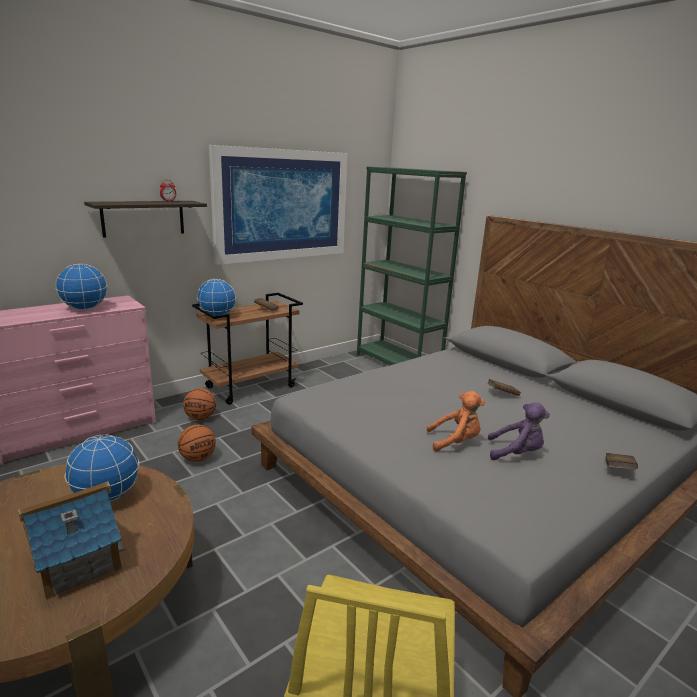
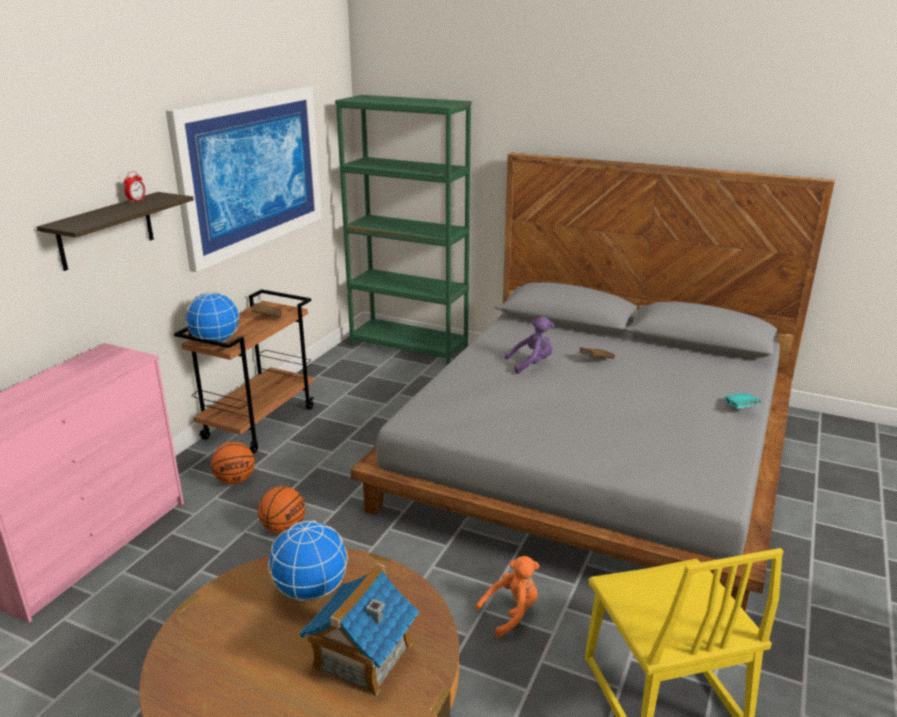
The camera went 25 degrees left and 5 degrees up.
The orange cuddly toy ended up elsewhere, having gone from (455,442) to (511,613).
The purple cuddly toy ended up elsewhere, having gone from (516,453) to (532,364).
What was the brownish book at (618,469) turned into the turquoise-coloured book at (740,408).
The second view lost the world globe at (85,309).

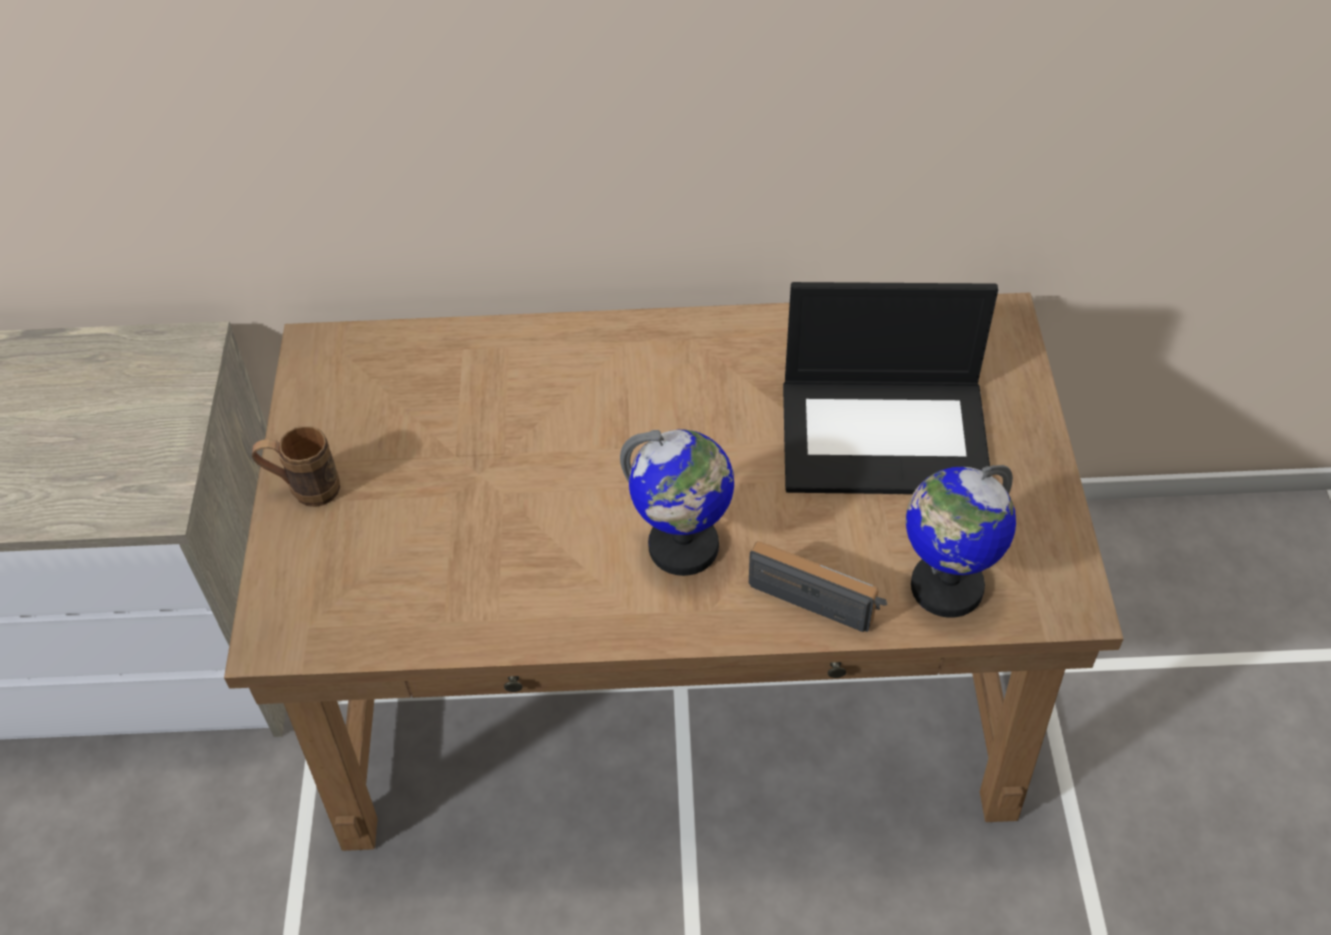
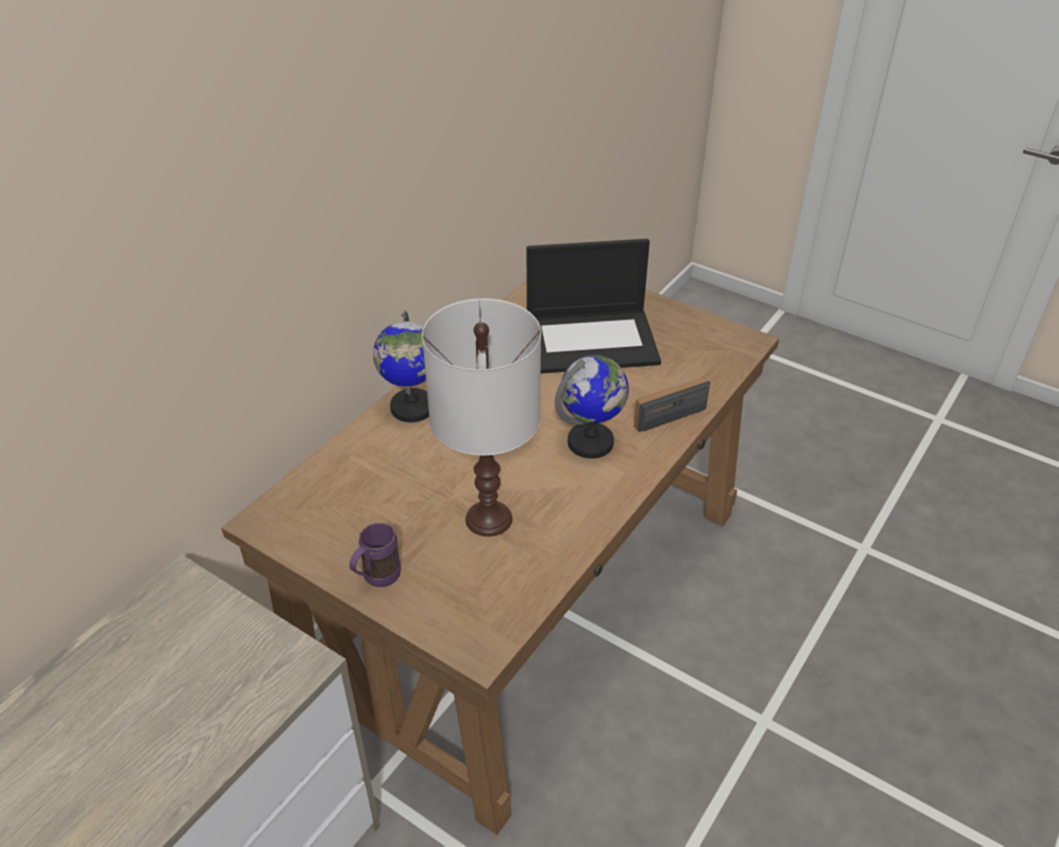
The camera went 55 degrees left and 10 degrees down.
What was the brownish tea mug at (304,489) turned into the purple tea mug at (376,580).
The world globe ended up elsewhere, having gone from (945,586) to (412,408).
The second view gained the whitish table lamp at (488,519).
The laptop at (886,434) ended up facing another way, 45 degrees clockwise from before.

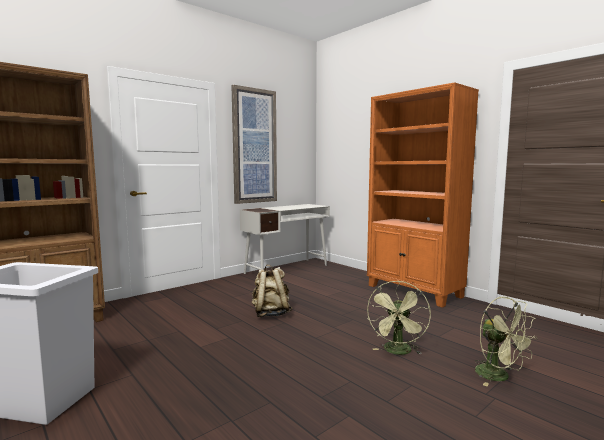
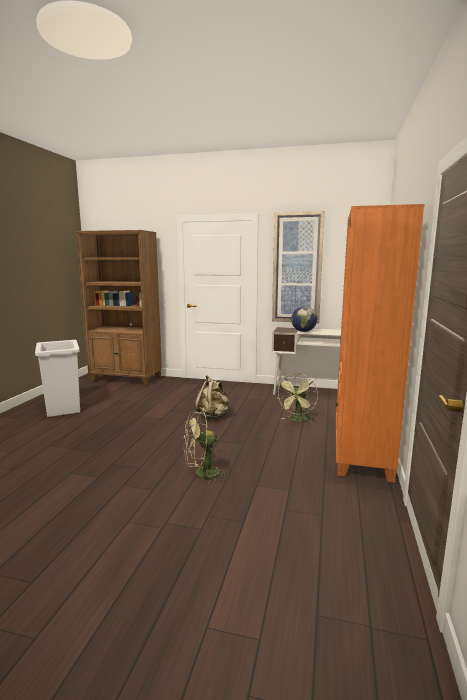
The camera went 55 degrees right and 5 degrees up.
The green-coloured fan ended up elsewhere, having gone from (499,377) to (297,420).
The second view gained the world globe at (303,331).

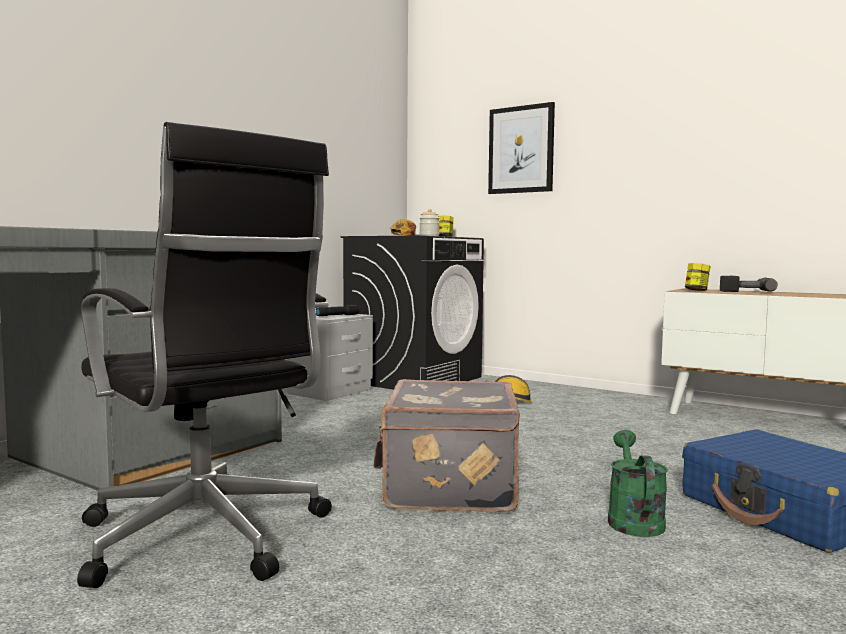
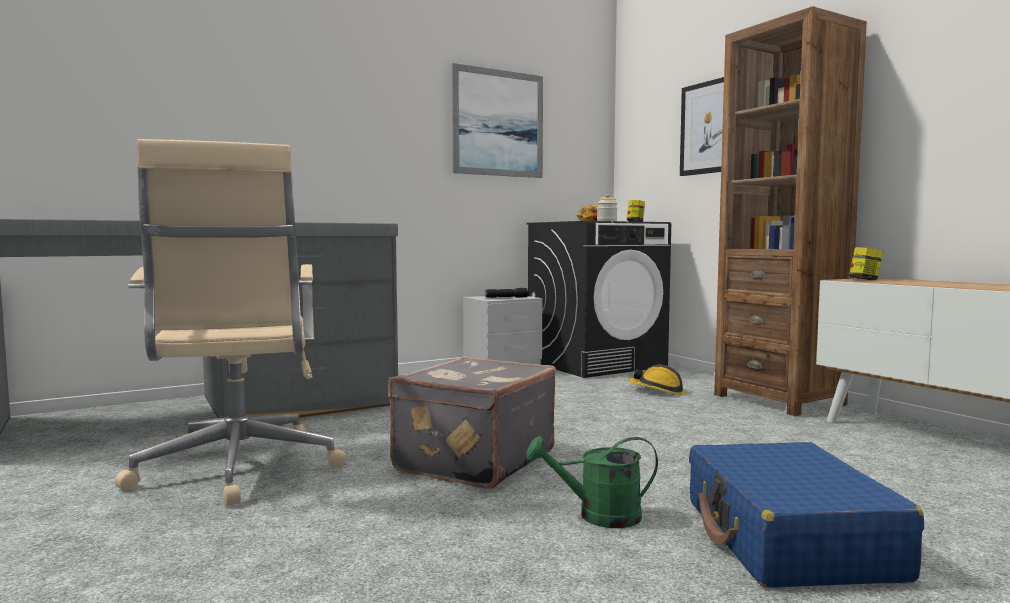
The camera went 25 degrees right and 0 degrees up.
What was the black office chair at (206,538) turned into the beige-coloured office chair at (237,470).
The second view gained the wall art at (498,123).
The green-coloured watering pot at (633,519) ended up facing another way, 120 degrees counterclockwise from before.
The second view gained the brownish bookcase at (779,400).
The second view lost the power drill at (745,291).

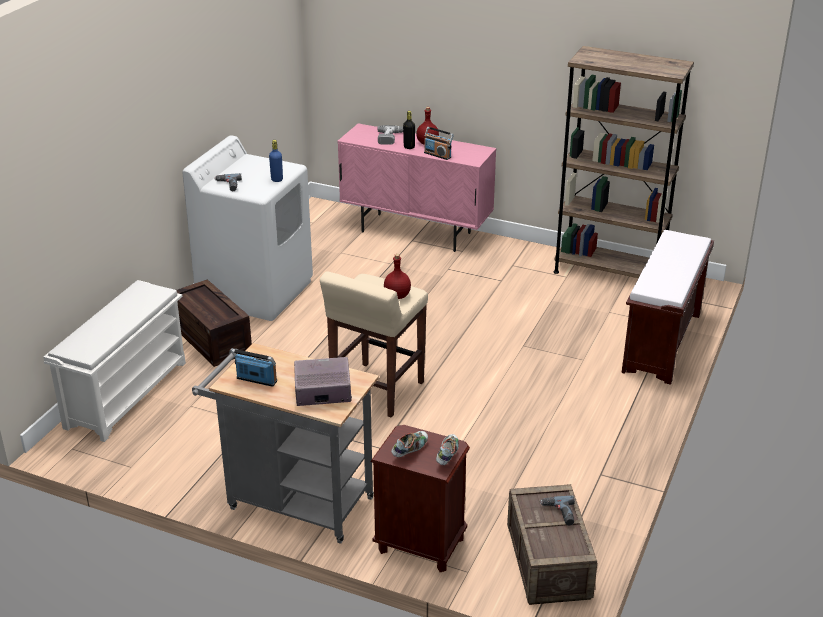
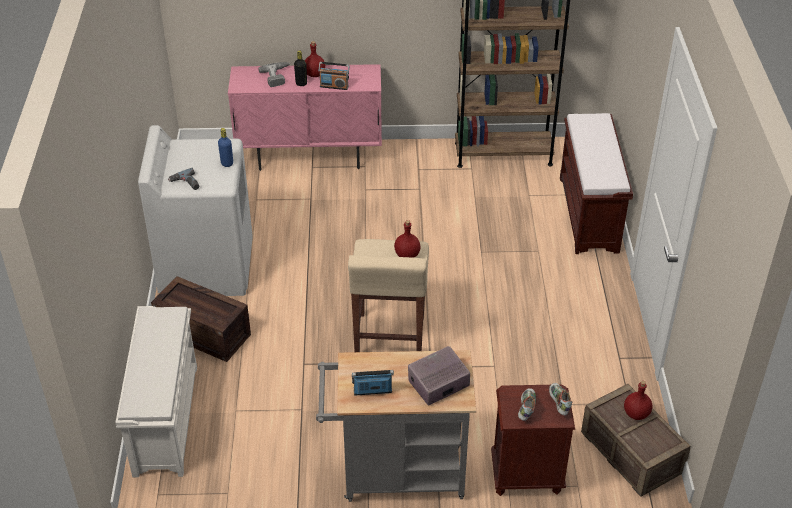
The camera went 25 degrees left and 10 degrees up.
Where the power drill stood at (559,513), the red-coloured bottle came to stand at (636,414).

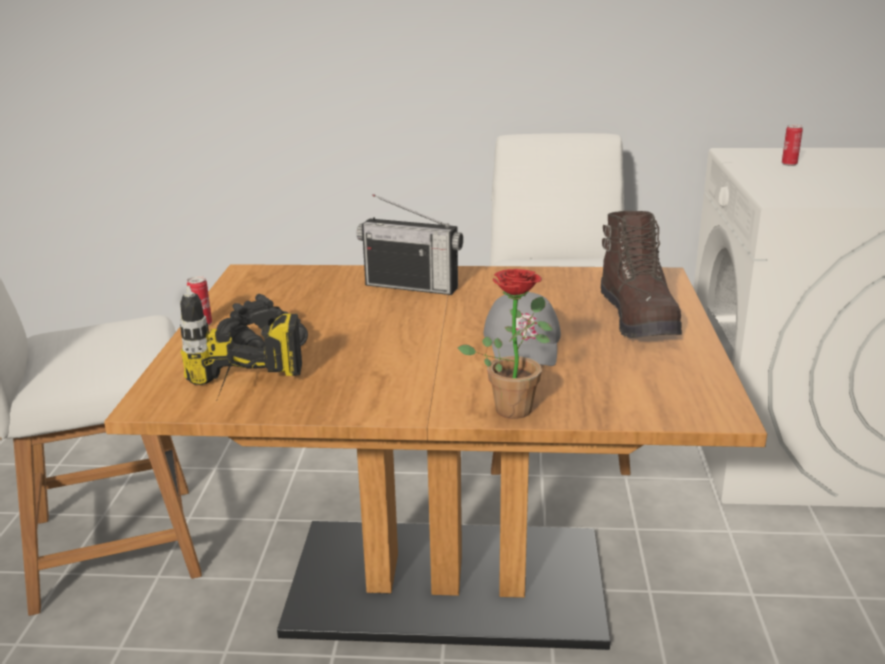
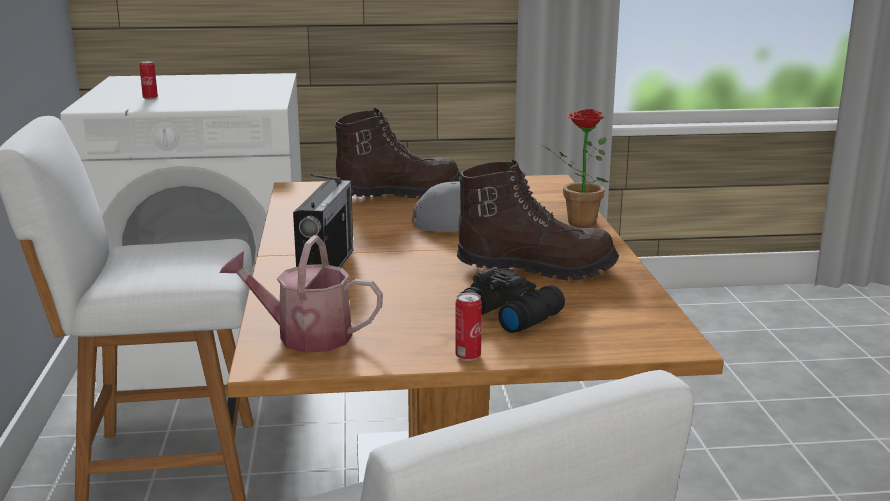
The camera went 100 degrees left and 5 degrees down.
The second view gained the watering pot at (304,336).
The second view gained the brownish high-top boot at (536,268).
The second view lost the power drill at (238,398).

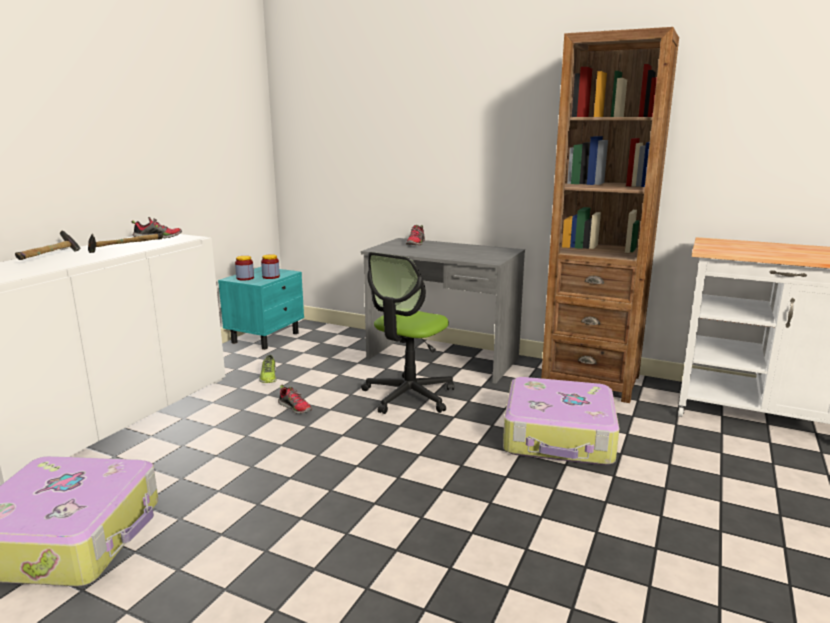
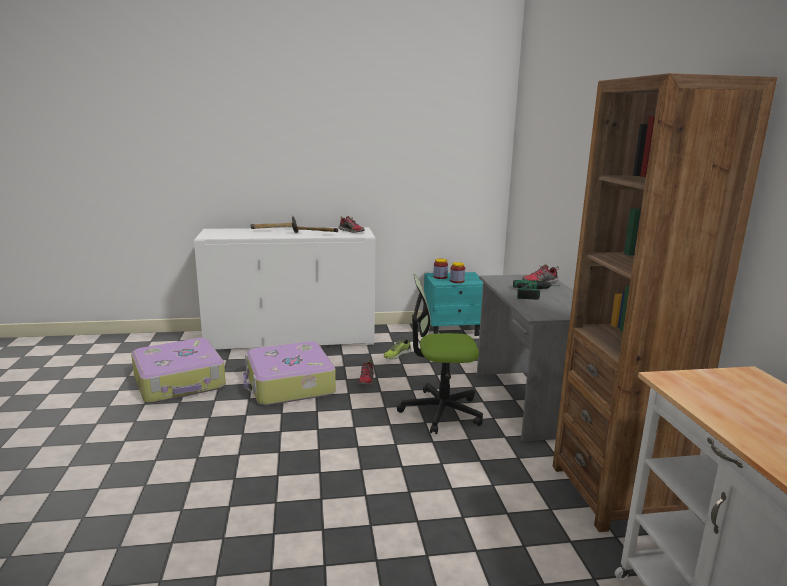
The camera went 55 degrees right and 0 degrees up.
The piece of luggage ended up elsewhere, having gone from (559,436) to (289,385).
The second view gained the power drill at (538,293).

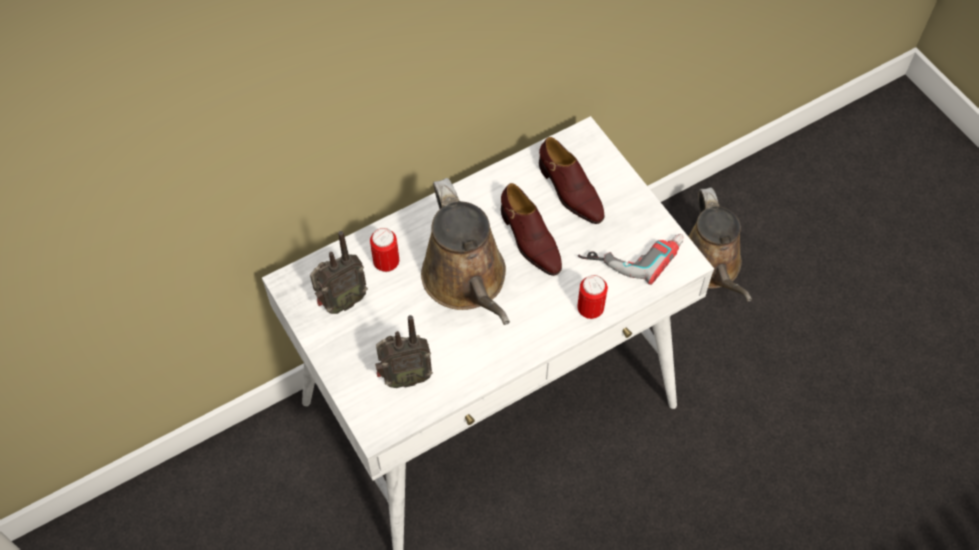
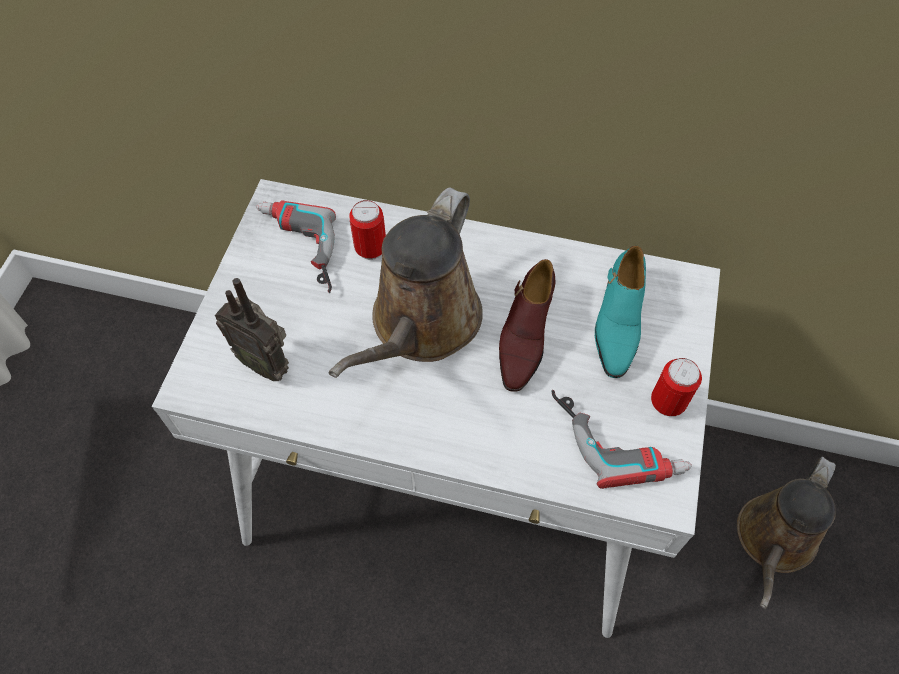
The camera went 45 degrees right and 0 degrees up.
Where the radio receiver stood at (341,302), the power drill came to stand at (295,250).
What was the brownish low shoe at (570,191) turned into the turquoise-coloured low shoe at (617,323).
The sealed can ended up elsewhere, having gone from (590,309) to (667,403).

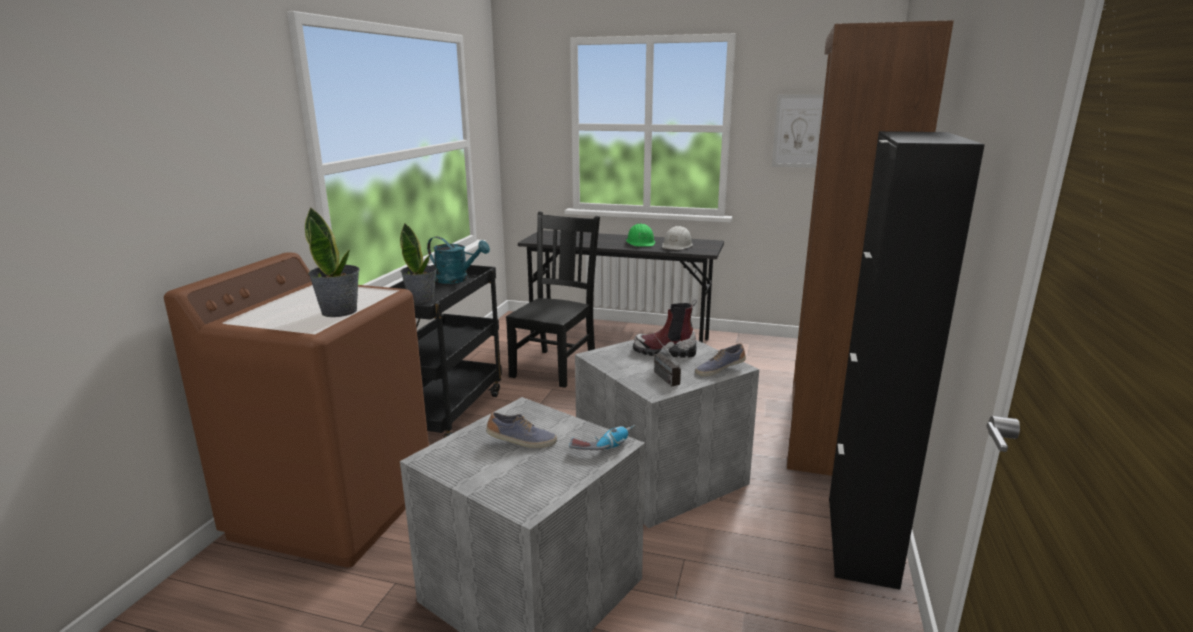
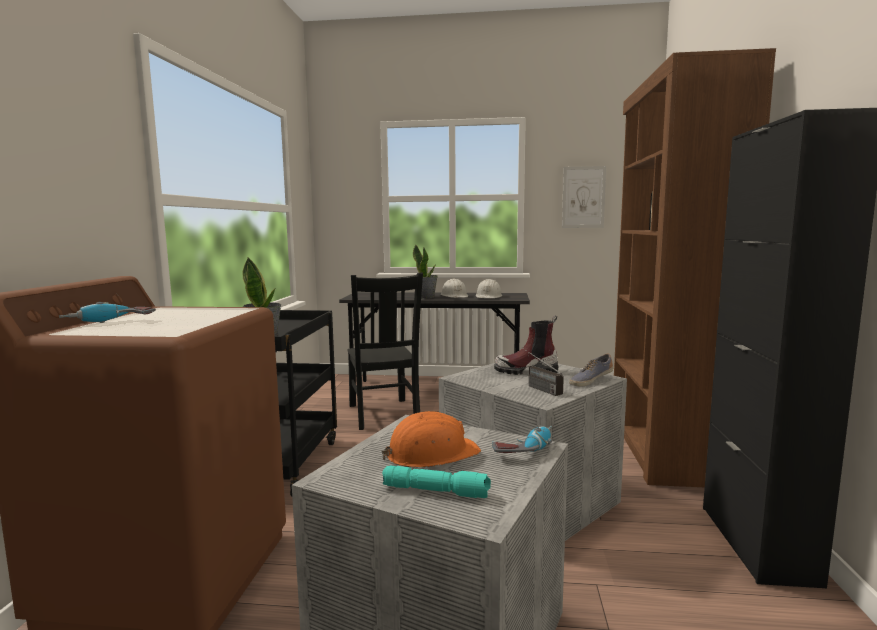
The camera went 10 degrees left and 10 degrees down.
The second view gained the power drill at (110,323).
The black upright chair at (555,366) ended up facing another way, 150 degrees clockwise from before.
Where the low shoe stood at (521,442), the orange work helmet came to stand at (431,454).
The second view gained the turquoise-coloured hand torch at (437,491).
The potted plant ended up elsewhere, having gone from (340,311) to (426,297).
What was the green-coloured work helmet at (641,243) turned into the whitish work helmet at (454,296).
The second view lost the turquoise-coloured watering pot at (457,280).

